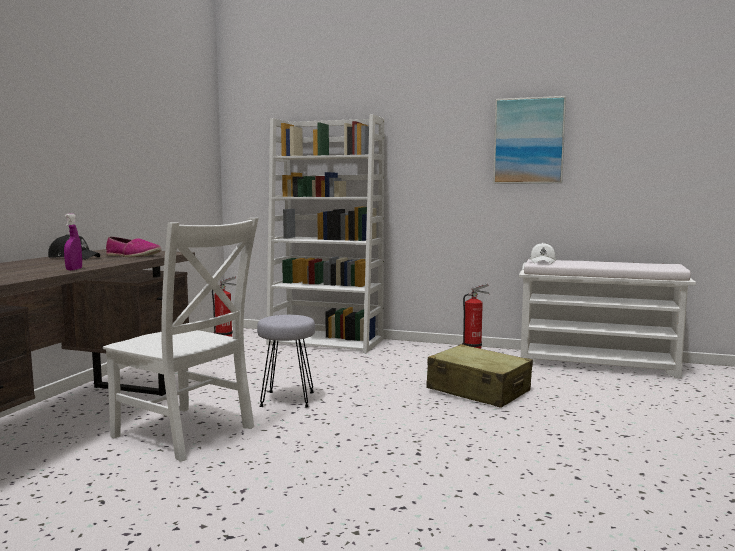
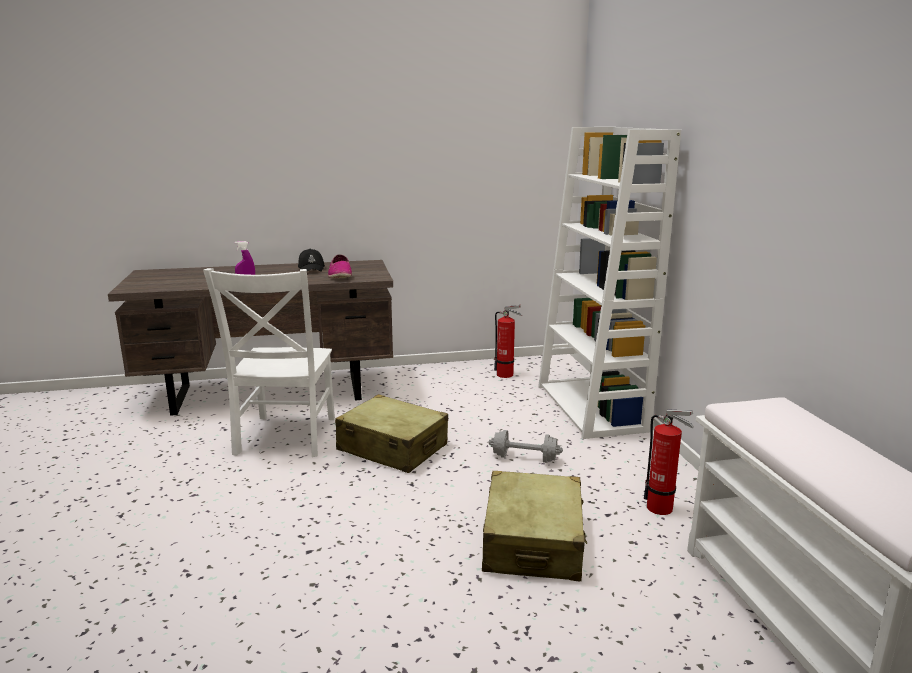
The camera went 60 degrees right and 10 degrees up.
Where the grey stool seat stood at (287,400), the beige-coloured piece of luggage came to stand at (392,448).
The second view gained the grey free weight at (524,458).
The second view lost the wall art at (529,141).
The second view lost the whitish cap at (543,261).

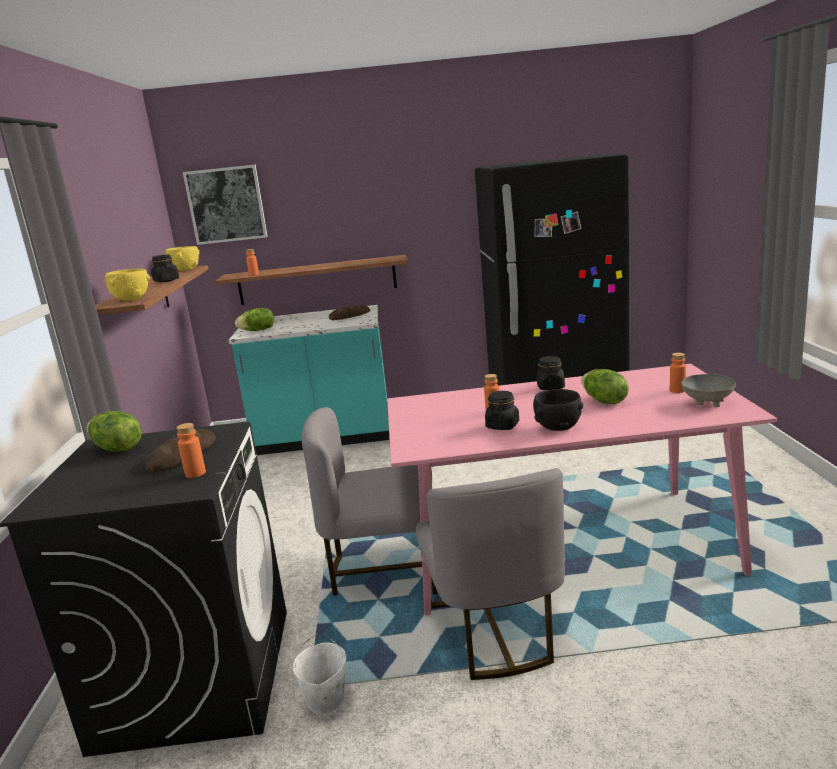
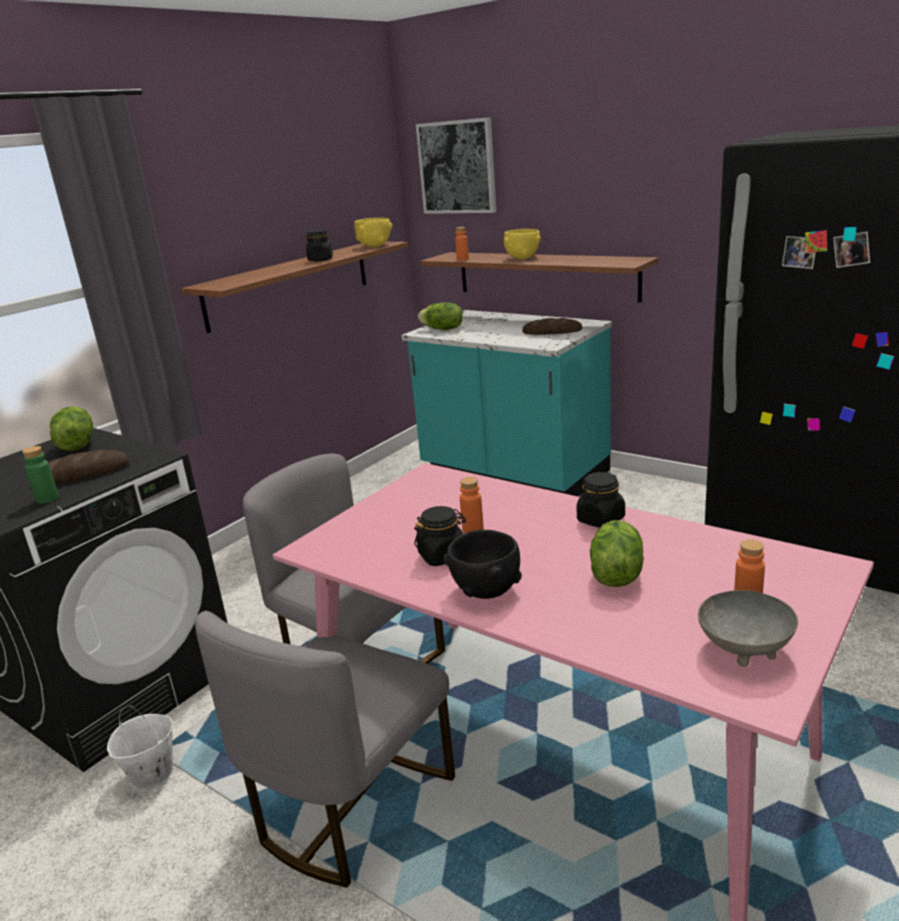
The camera went 40 degrees right and 5 degrees up.
What was the orange bottle at (195,473) turned into the green-coloured bottle at (47,499).
The yellow-coloured deep dish ended up elsewhere, having gone from (131,299) to (522,257).

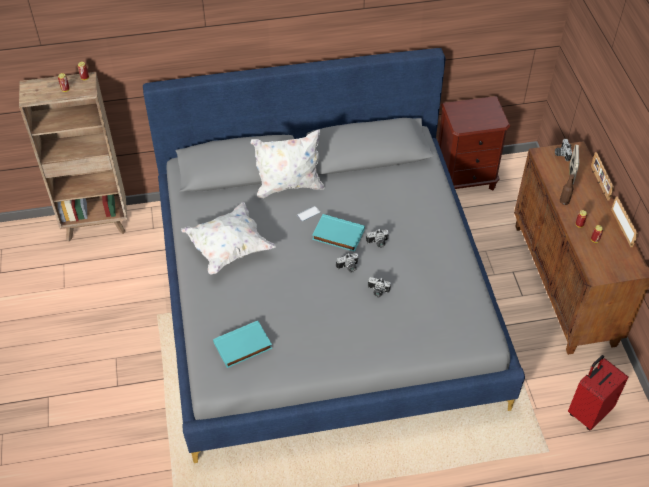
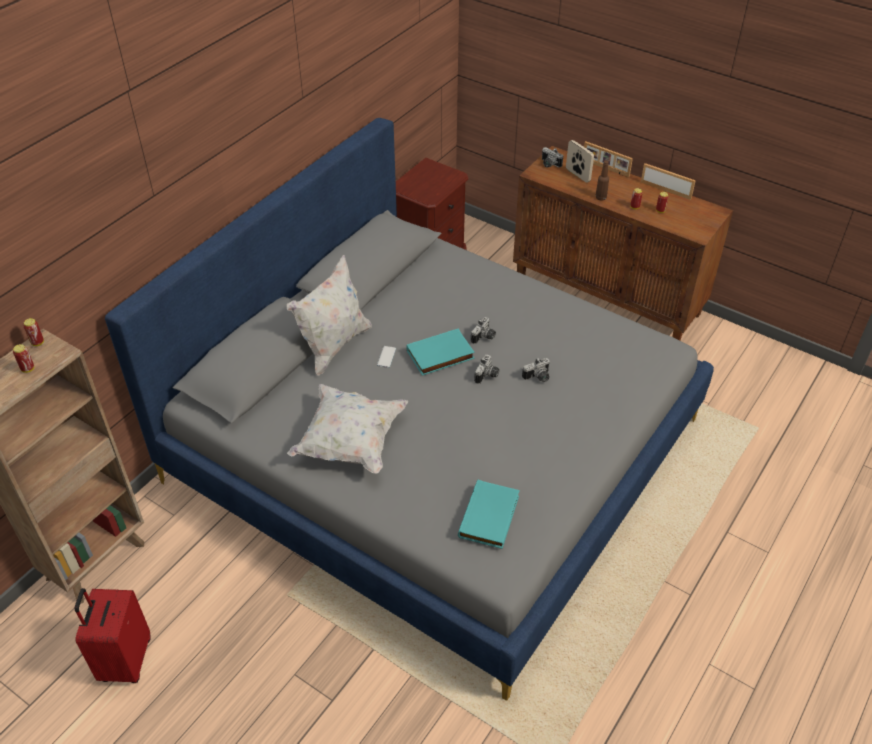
The camera went 45 degrees left and 5 degrees down.
The red-coloured piece of luggage ended up elsewhere, having gone from (588,411) to (125,660).

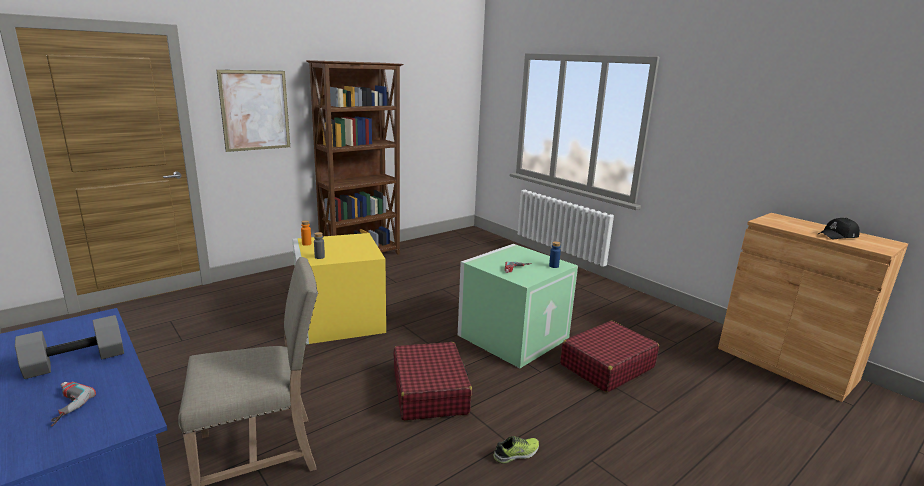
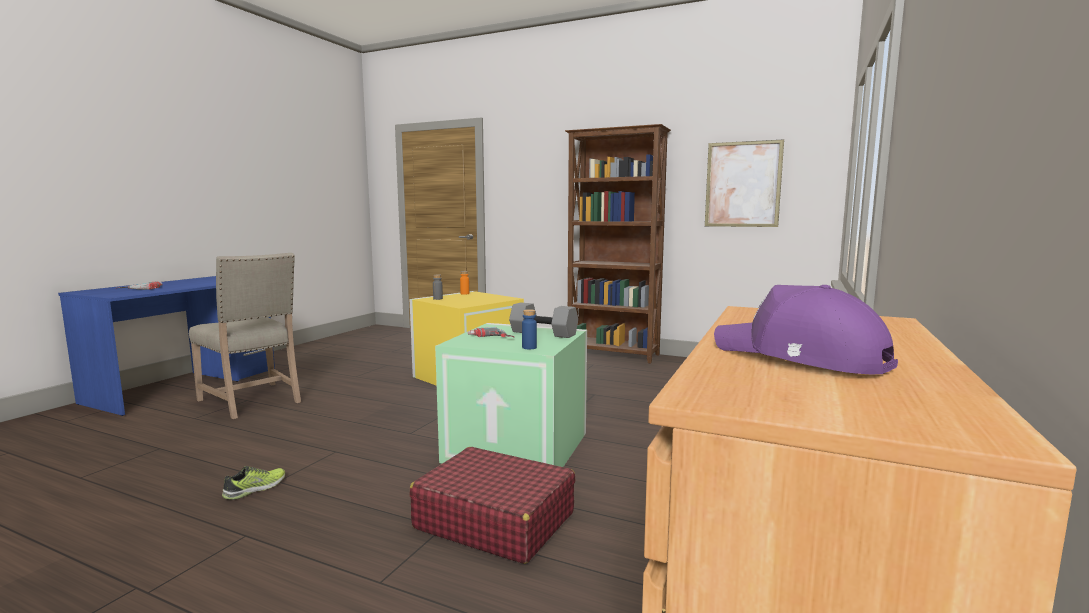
The camera went 65 degrees right and 10 degrees down.
The low shoe at (517,454) ended up facing another way, 90 degrees counterclockwise from before.
The grey free weight ended up elsewhere, having gone from (77,360) to (544,333).
The wall art ended up elsewhere, having gone from (255,110) to (743,184).
What was the black cap at (838,236) turned into the purple cap at (798,357).
The second view lost the red-coloured piece of luggage at (430,391).

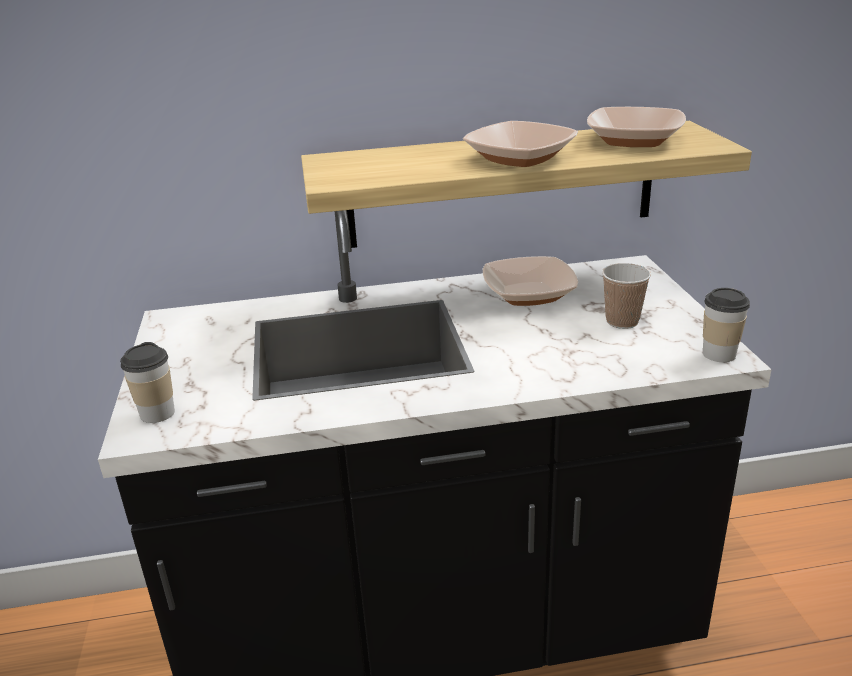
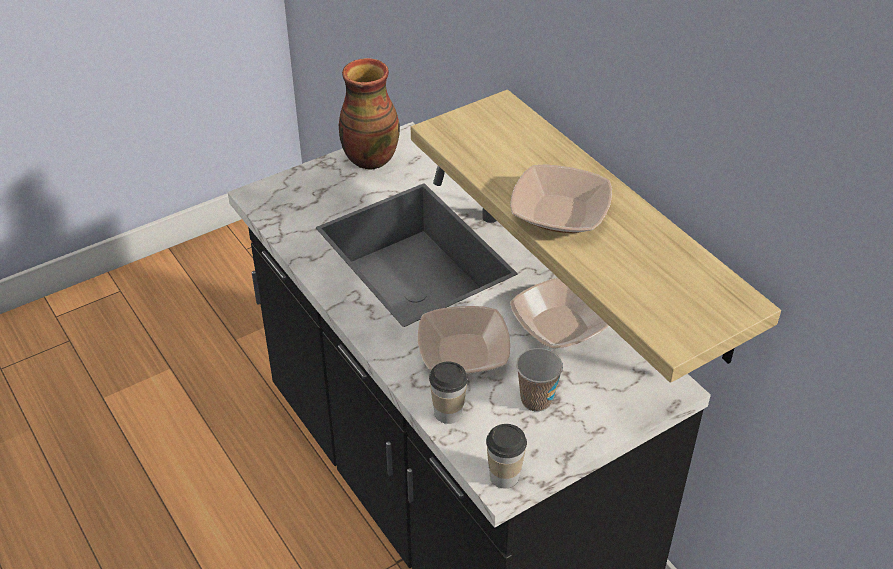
The camera went 65 degrees right and 15 degrees up.
The second view gained the flower vase at (369,158).
The deep dish ended up elsewhere, having gone from (634,140) to (463,353).
The small cup ended up elsewhere, having gone from (157,413) to (448,412).

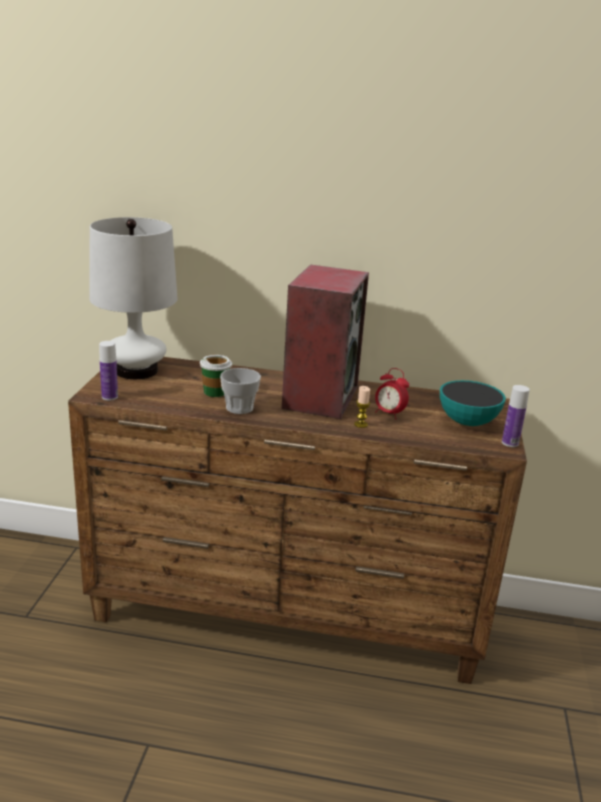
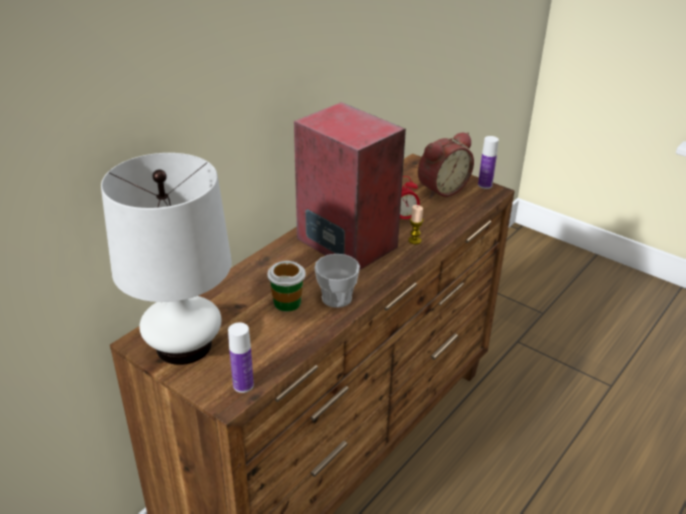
The camera went 60 degrees left and 10 degrees up.
Where the deep dish stood at (467,422), the alarm clock came to stand at (441,189).

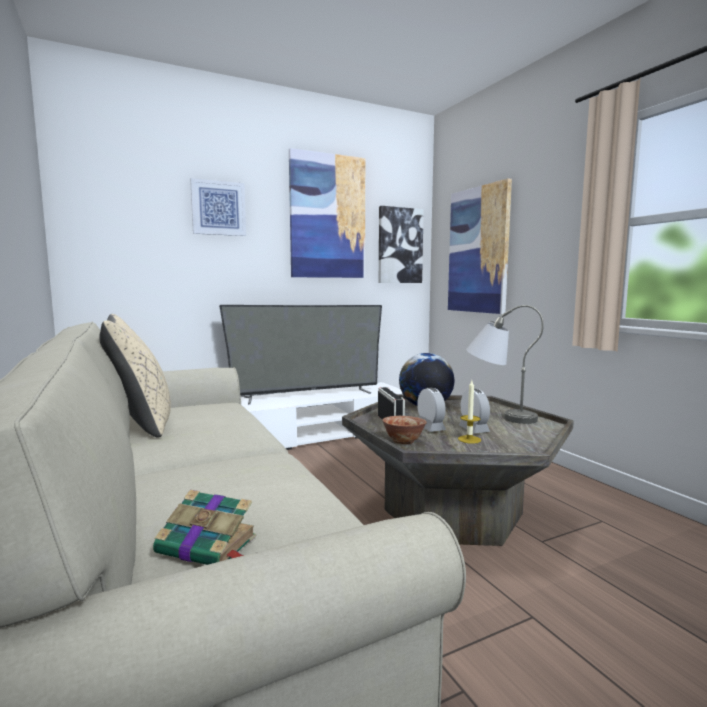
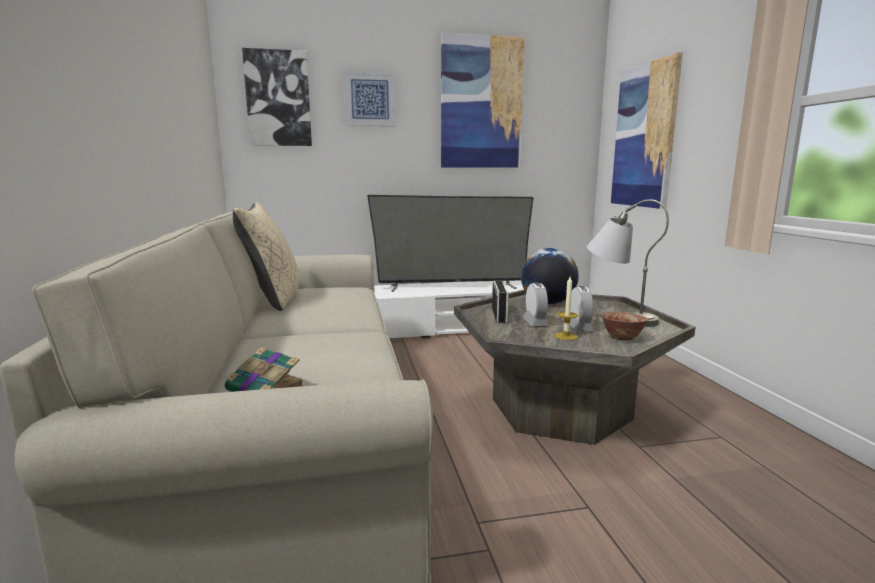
The camera went 15 degrees right and 5 degrees up.
The wall art ended up elsewhere, having gone from (399,246) to (278,99).
The deep dish ended up elsewhere, having gone from (403,441) to (622,338).

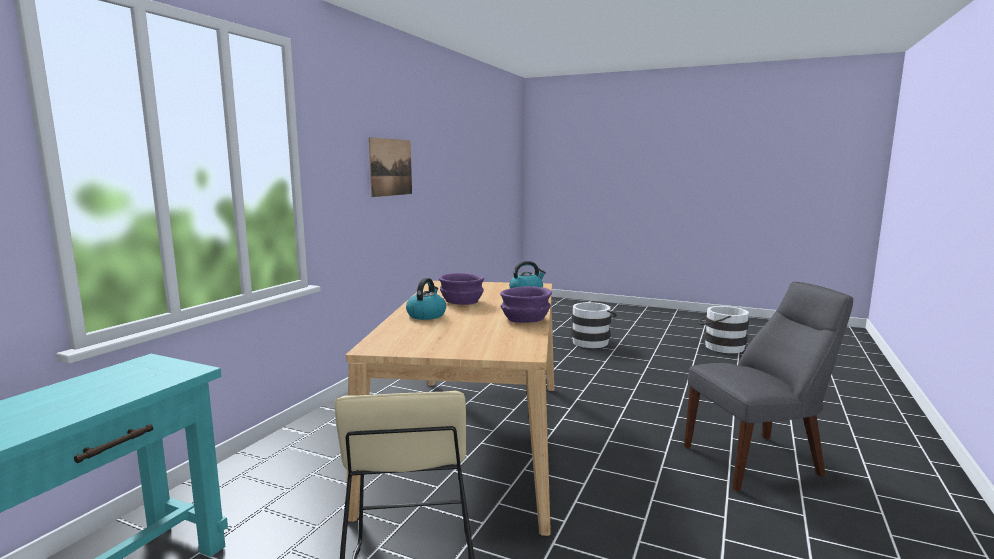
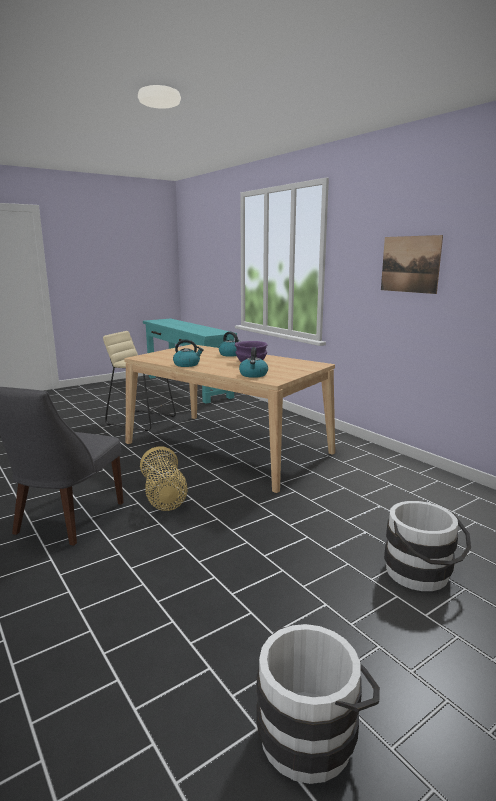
The camera went 120 degrees right and 5 degrees up.
The second view gained the household basket at (164,497).
Where the purple deep dish stood at (525,319), the water kettle came to stand at (187,364).

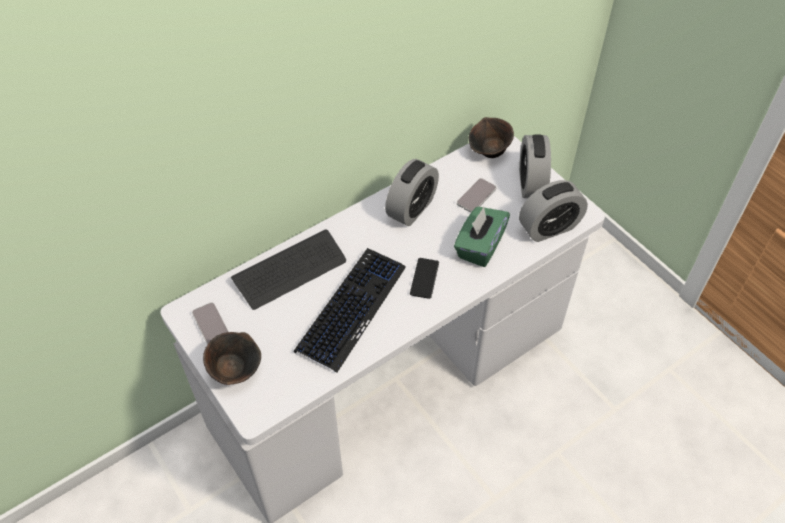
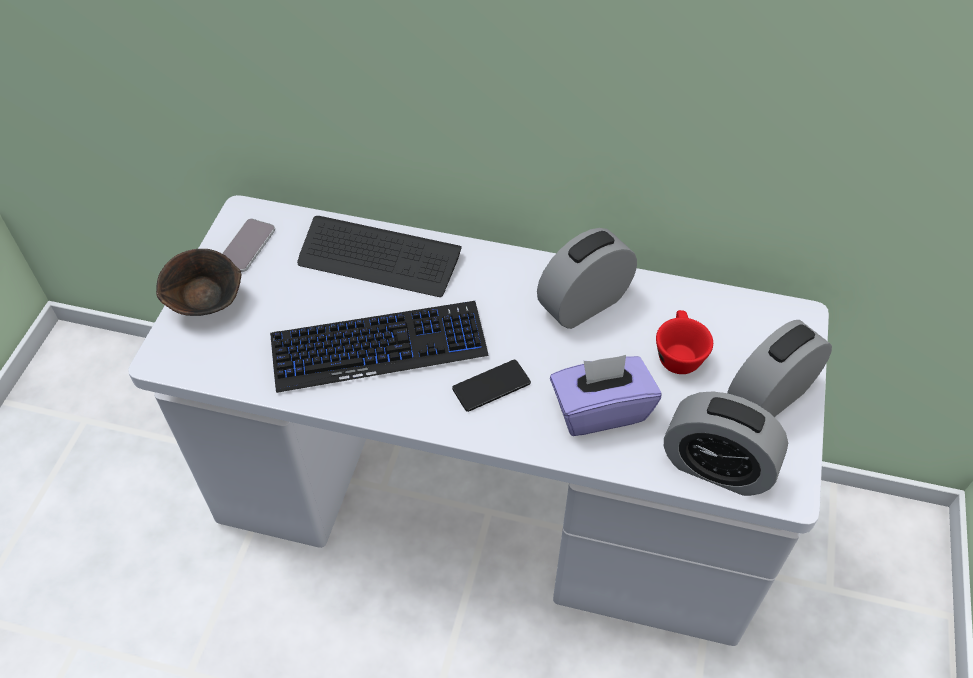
The camera went 50 degrees right and 0 degrees up.
The alarm clock at (411,208) ended up facing another way, 150 degrees clockwise from before.
What was the green-coloured tissue holder at (479,246) turned into the purple tissue holder at (600,409).
Where the phone stood at (476,196), the red-coloured small cup came to stand at (677,353).
The second view lost the brownish deep dish at (489,151).

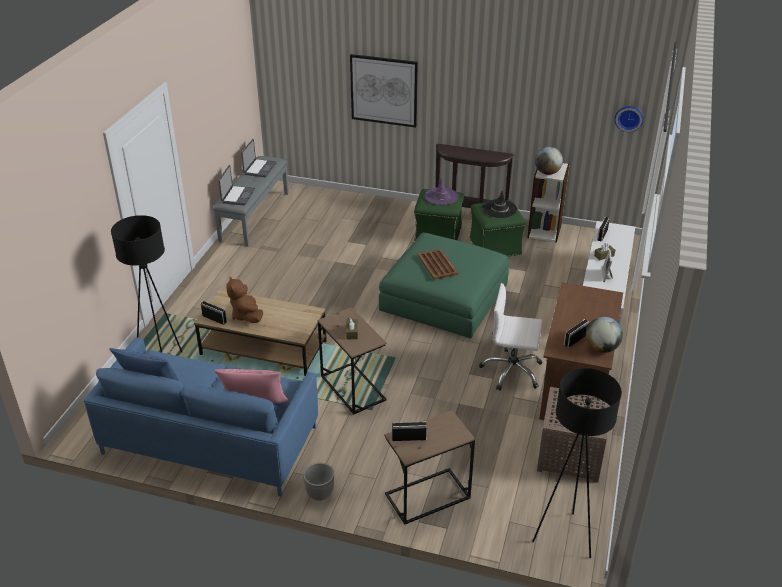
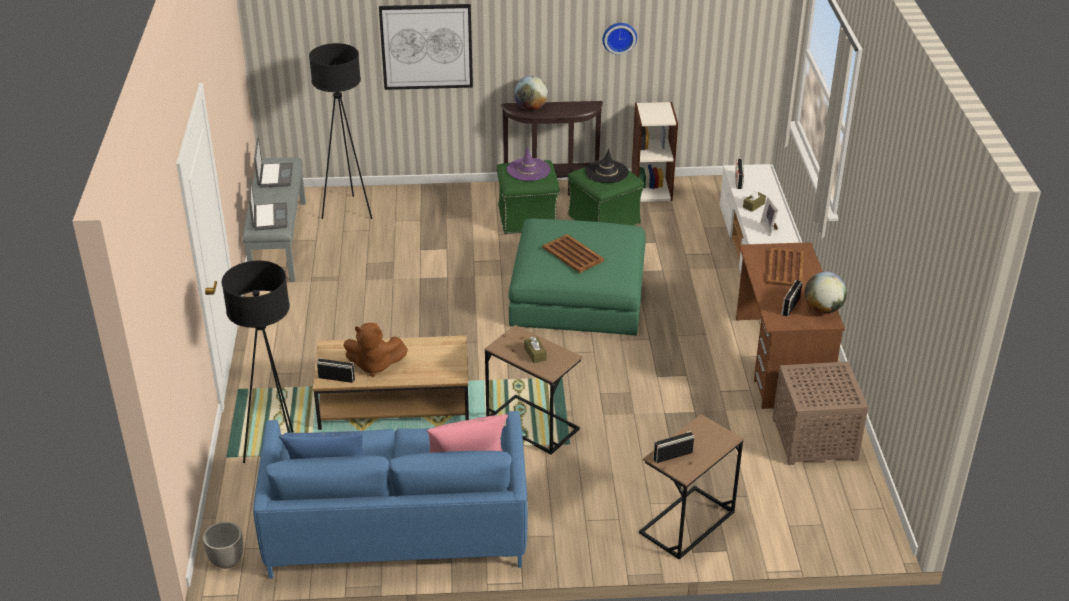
The camera went 20 degrees left and 0 degrees up.
The flower pot ended up elsewhere, having gone from (319,494) to (226,561).
The black standing lamp ended up elsewhere, having gone from (564,537) to (348,211).
The brownish cuddly toy at (246,316) ended up facing another way, 45 degrees counterclockwise from before.
The world globe ended up elsewhere, having gone from (547,172) to (531,108).
The clock on the wall ended up elsewhere, having gone from (629,118) to (619,37).
The second view gained the brownish serving tray at (785,268).
The second view lost the whitish office chair at (512,371).

